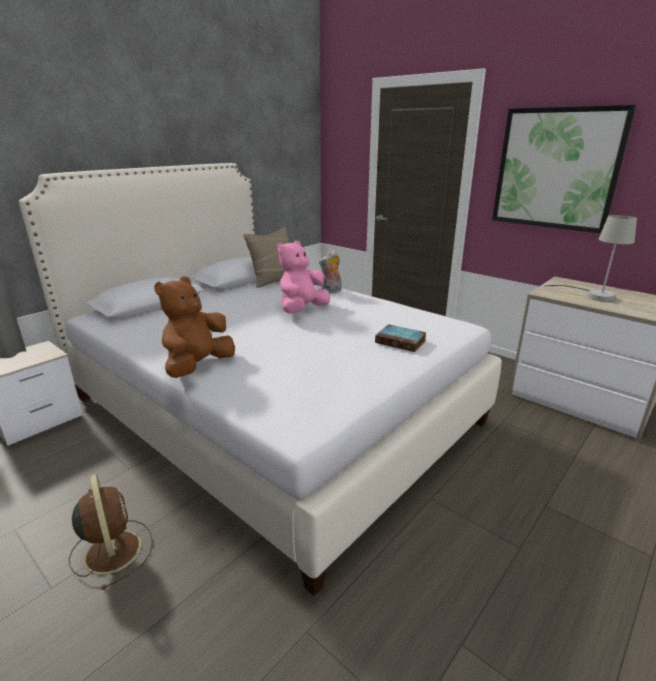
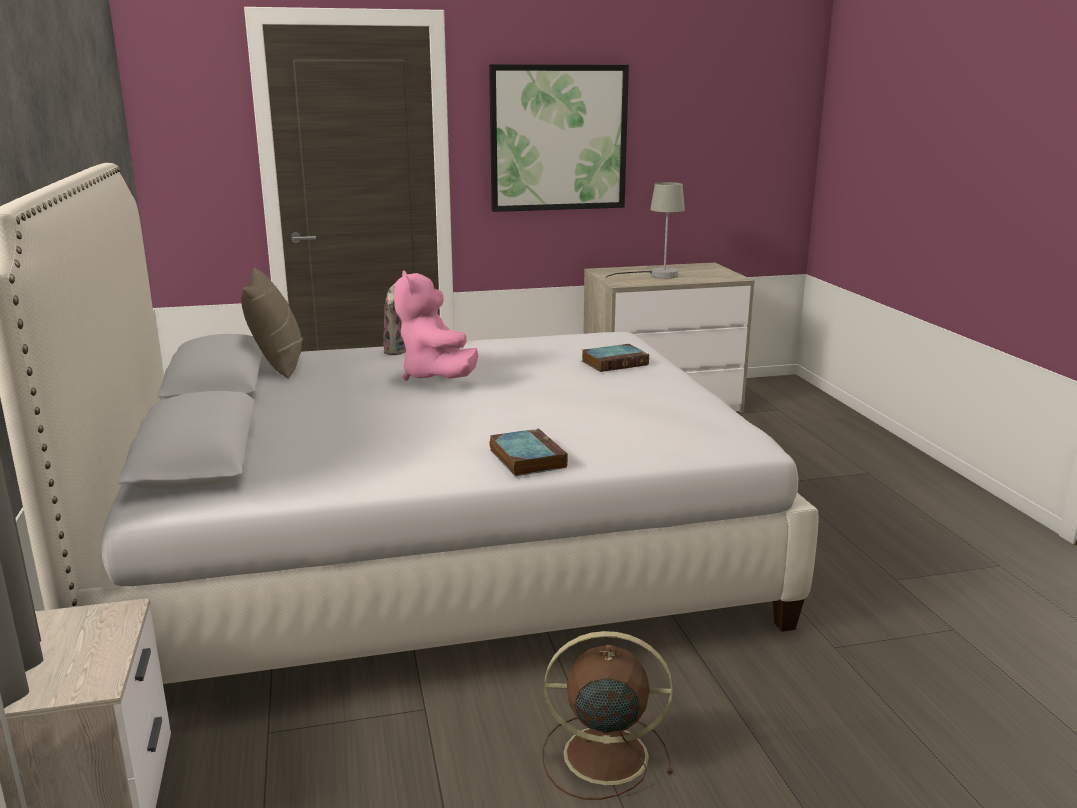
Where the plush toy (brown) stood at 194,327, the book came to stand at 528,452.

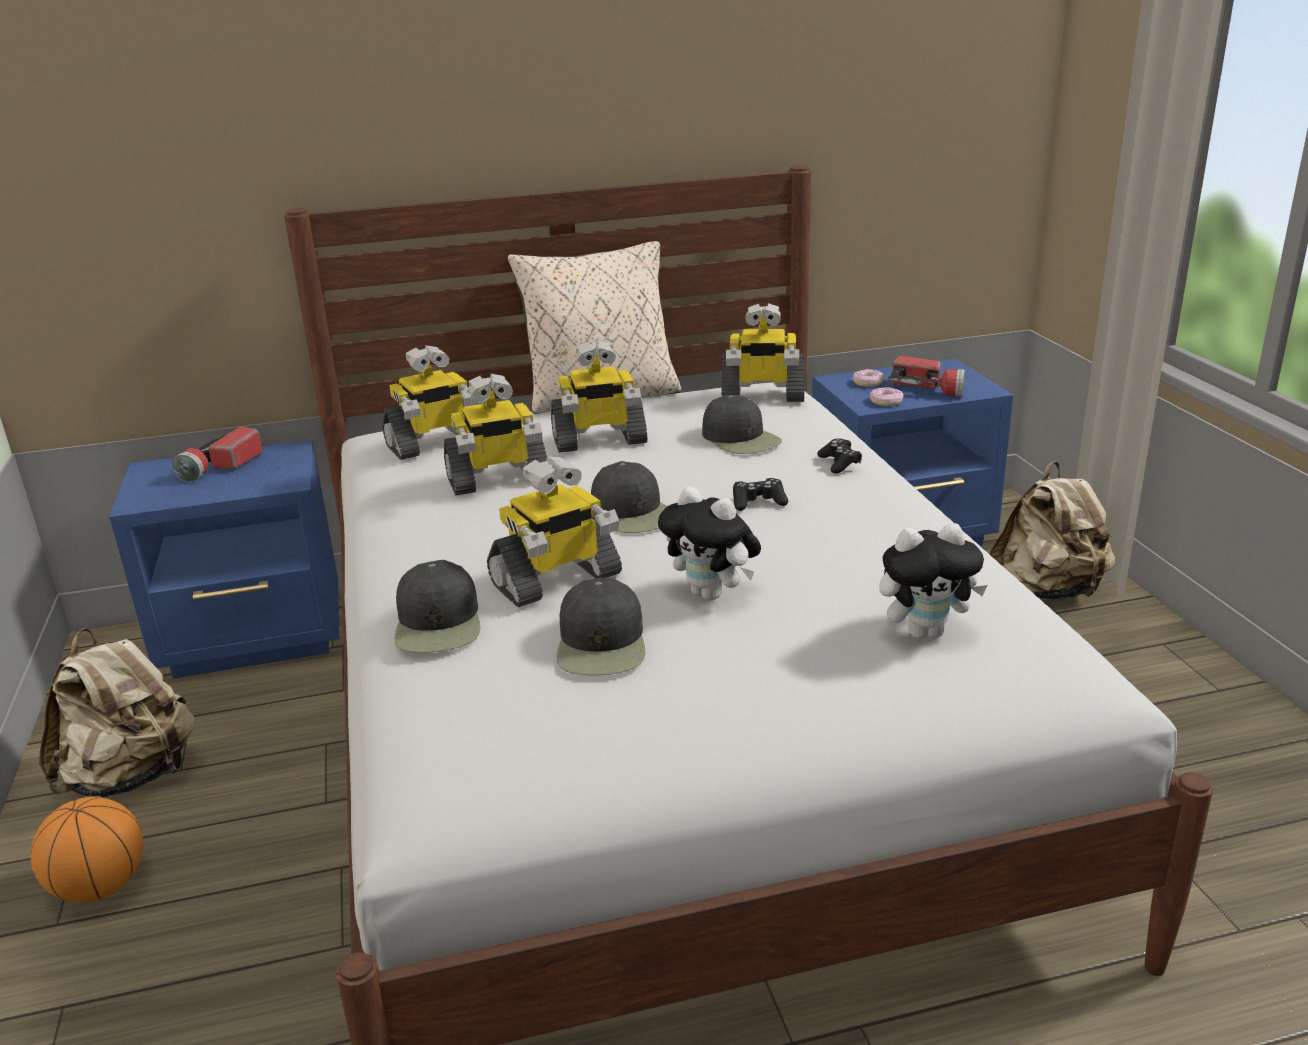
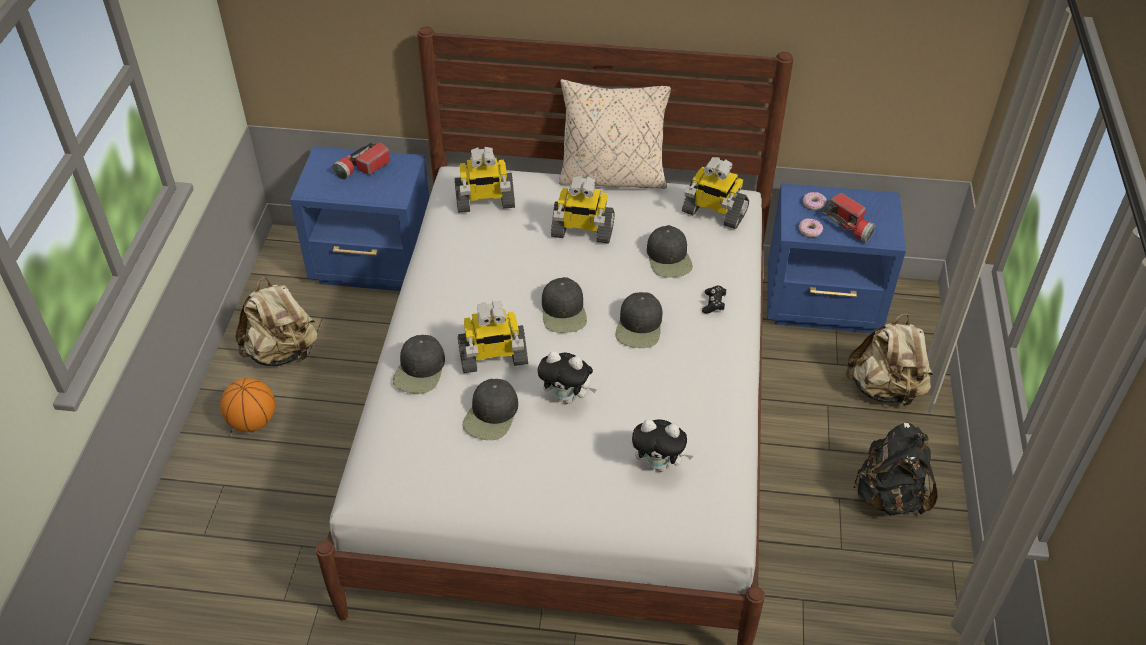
The plush toy at 709,543 ended up facing another way, 45 degrees counterclockwise from before. Where the game controller (black) stood at 760,494, the cap (black) came to stand at 639,320. The second view gained the backpack (black) at 895,469. The second view lost the toy robot at 495,435.

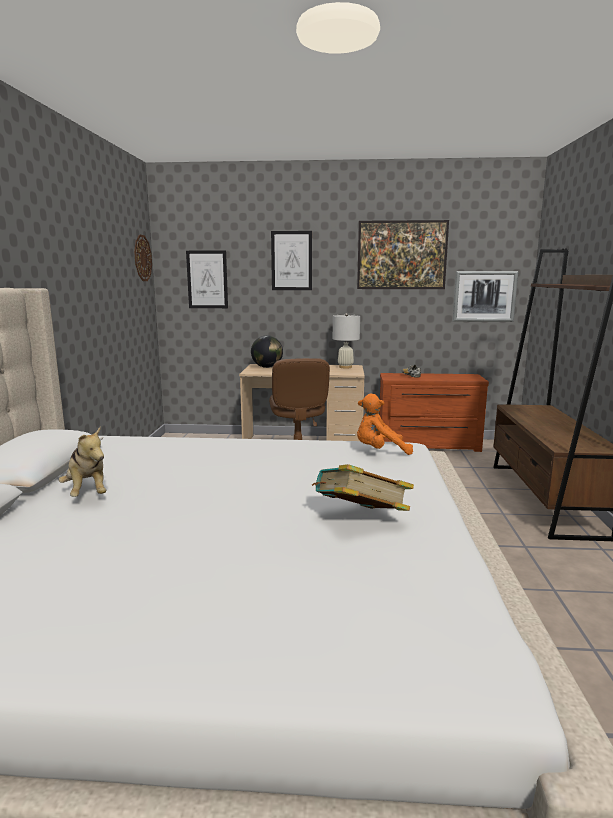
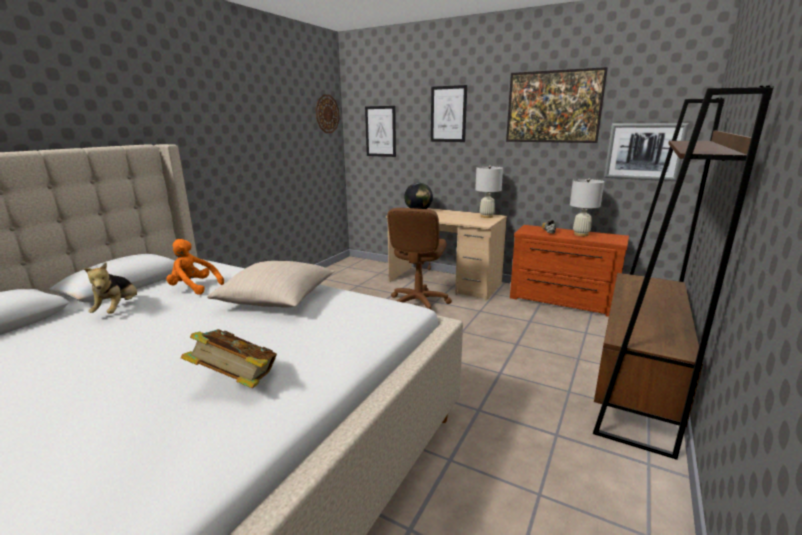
The plush toy (orange) ended up elsewhere, having gone from 385,424 to 195,267. The second view gained the pillow (beige) at 271,284. The second view gained the table lamp (white) at 587,207.

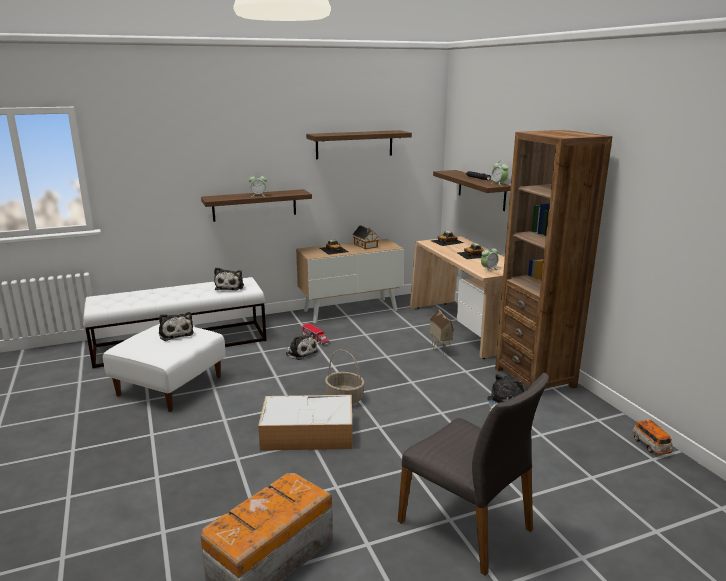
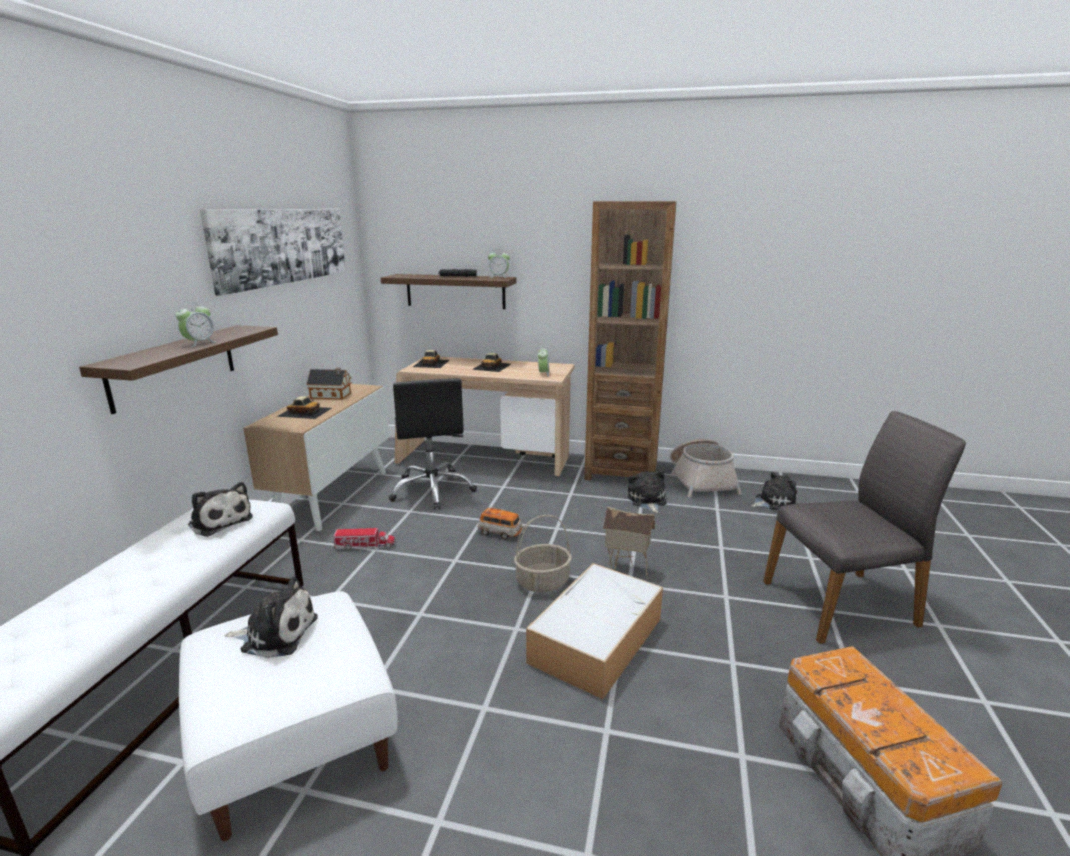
Where the shelf hung at 359,144, the picture came to hang at 273,252. The second view gained the office chair (black) at 432,444. The toy car ended up elsewhere, having gone from 652,436 to 499,523. The toy house ended up elsewhere, having gone from 441,333 to 629,541. The second view gained the basket at 706,468. The plush toy ended up elsewhere, having gone from 301,346 to 774,491.

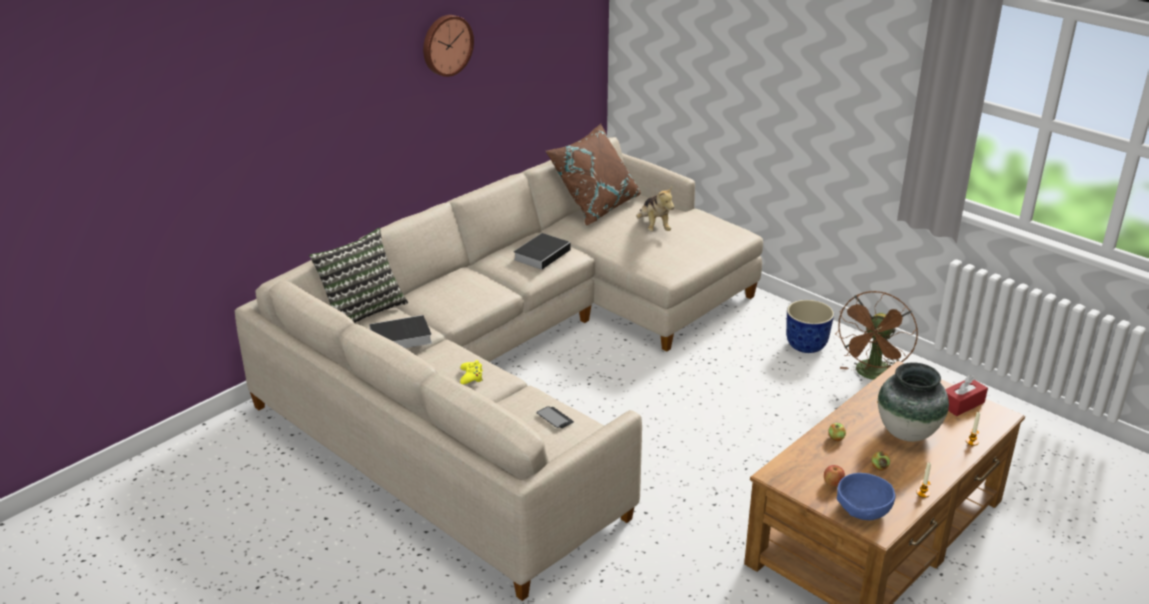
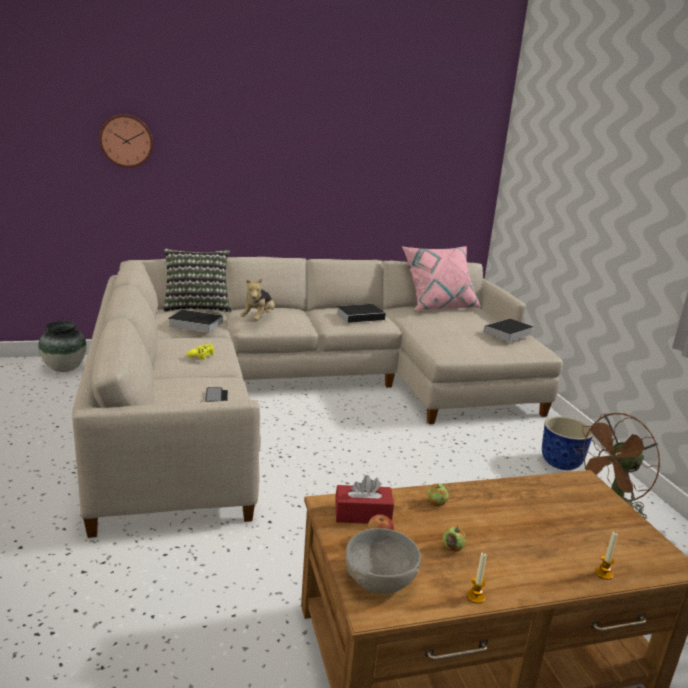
The vase ended up elsewhere, having gone from 913,402 to 62,346. The wall clock ended up elsewhere, having gone from 448,46 to 126,141. The plush toy ended up elsewhere, having gone from 655,209 to 257,299. The tissue box (red) ended up elsewhere, having gone from 966,395 to 364,499. What was the bowl (blue) at 866,496 turned into the bowl (grey) at 383,561. What was the pillow (brown) at 593,174 turned into the pillow (pink) at 442,278. The second view gained the book at 506,330.

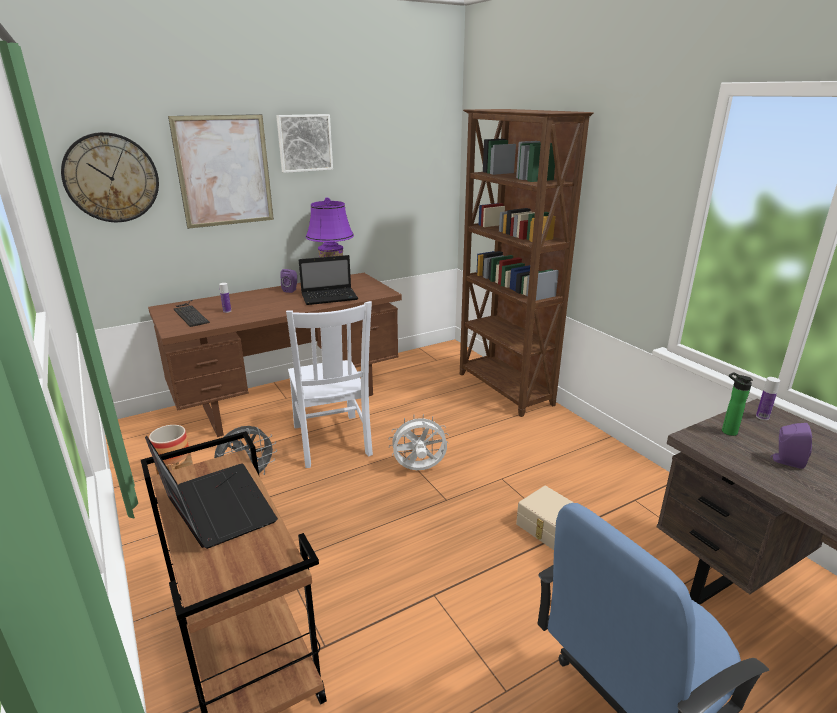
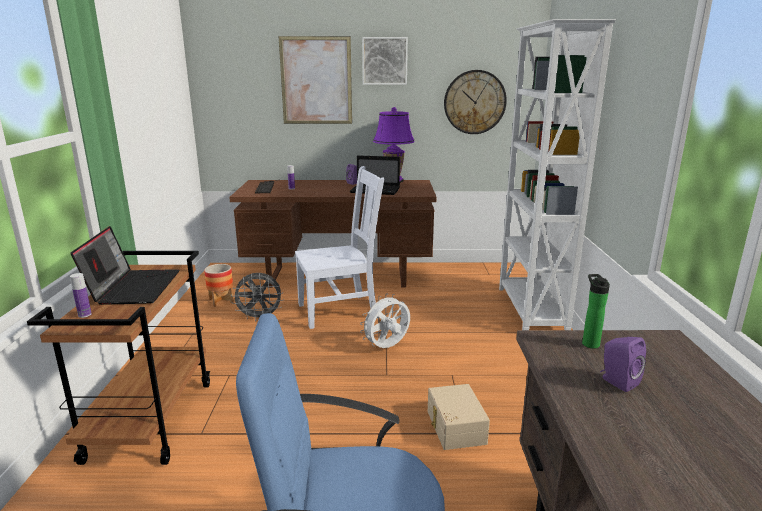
The bottle ended up elsewhere, having gone from 768,398 to 81,295. The chair (white) at 329,384 ended up facing another way, 120 degrees counterclockwise from before. The fan (white) at 419,442 ended up facing another way, 60 degrees counterclockwise from before. The wall clock ended up elsewhere, having gone from 110,177 to 475,102. What was the bookcase (brown) at 527,263 turned into the bookcase (white) at 557,174.

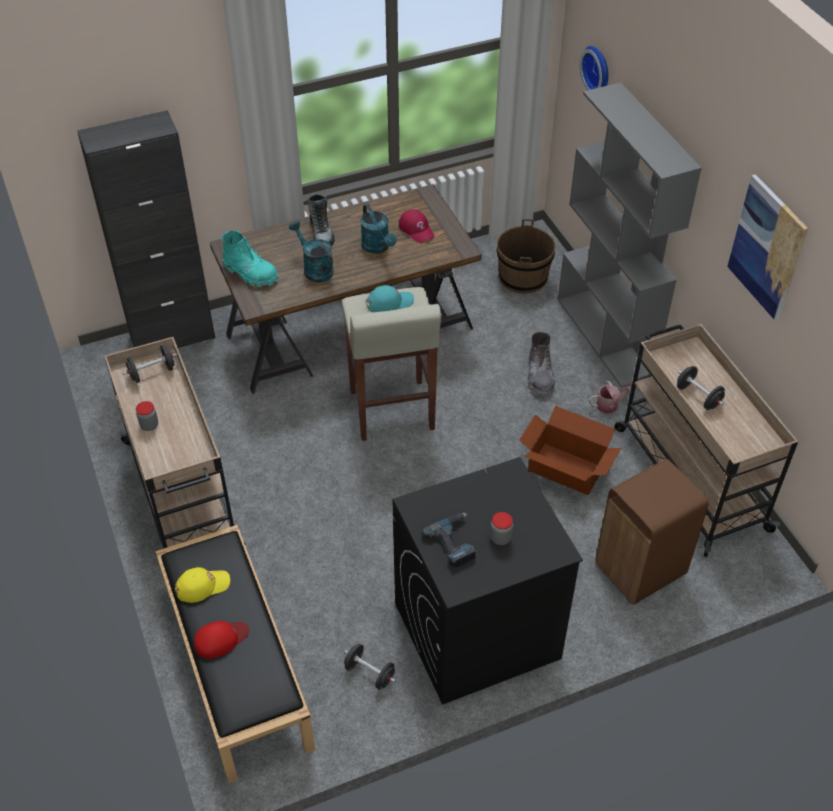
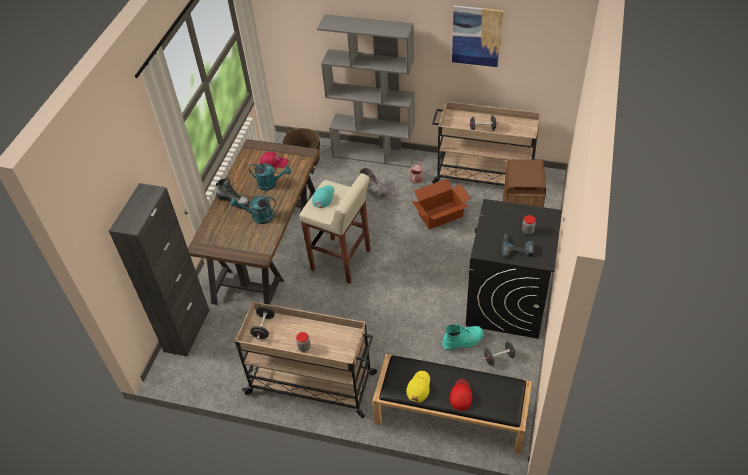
The boot (turquoise) ended up elsewhere, having gone from 250,259 to 463,337. The second view lost the wall clock at 594,68.

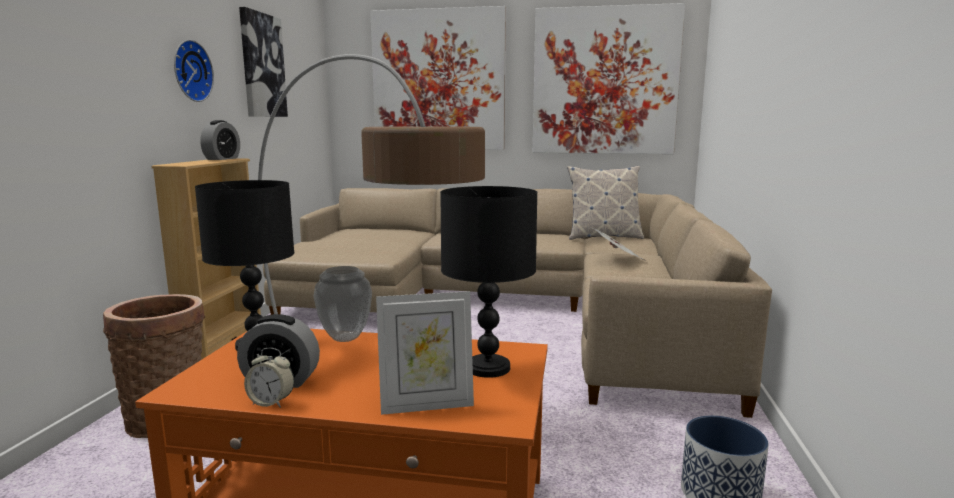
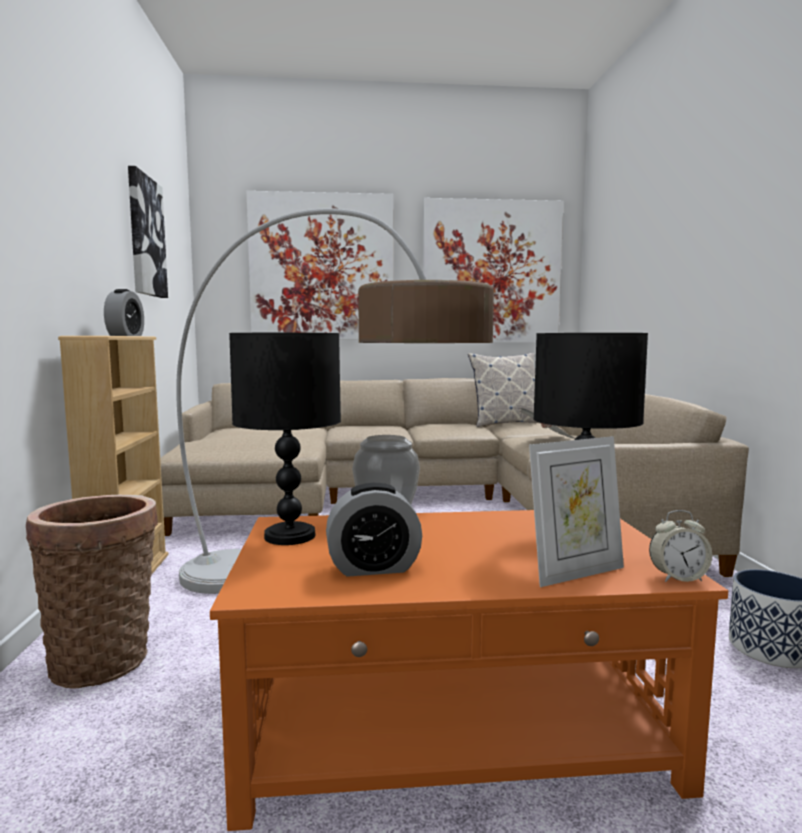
The alarm clock ended up elsewhere, having gone from 269,378 to 680,546. The second view lost the wall clock at 194,71.

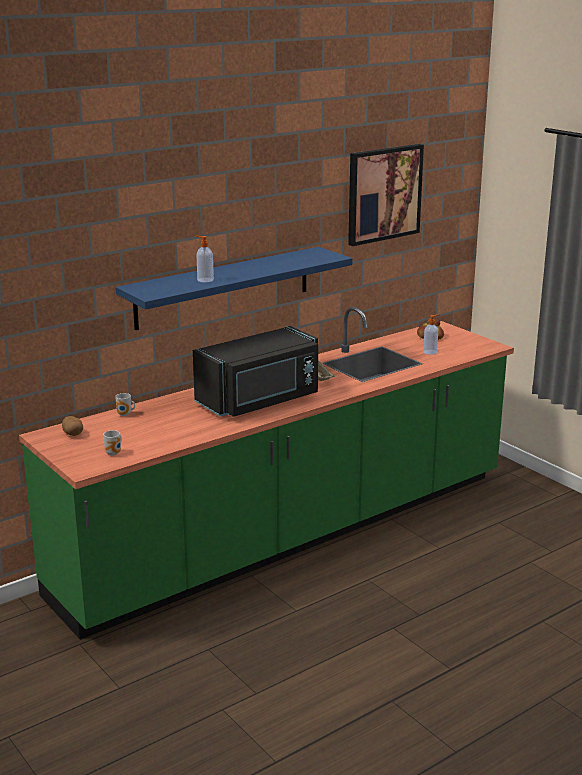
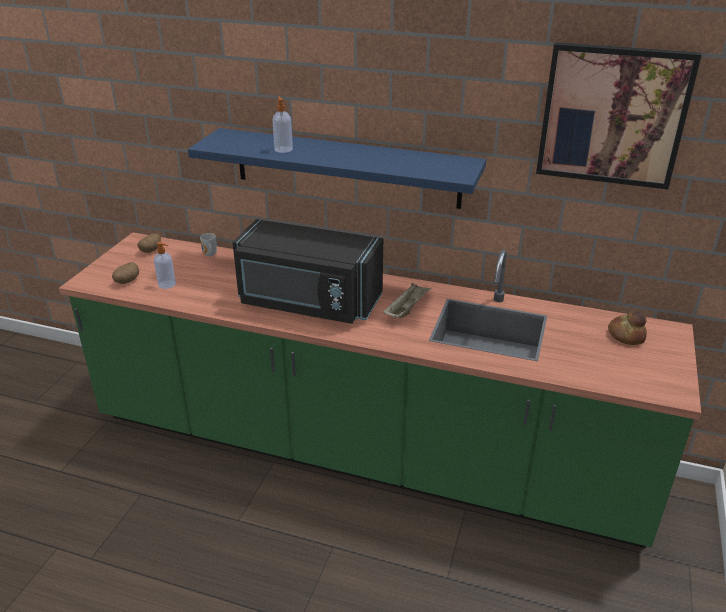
Where the mug stood at 112,443, the potato came to stand at 125,273. The soap dispenser ended up elsewhere, having gone from 431,335 to 165,265.

